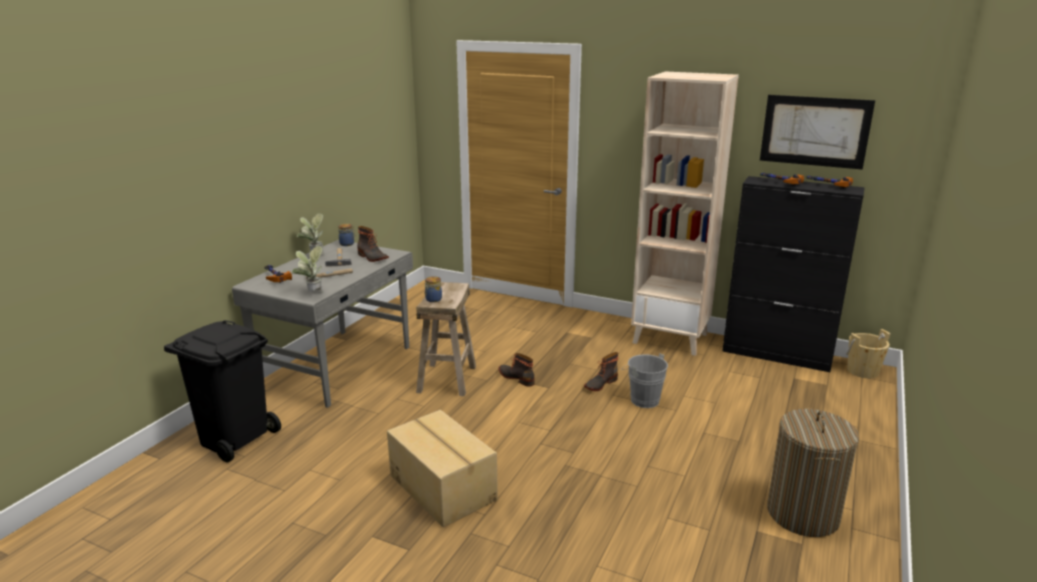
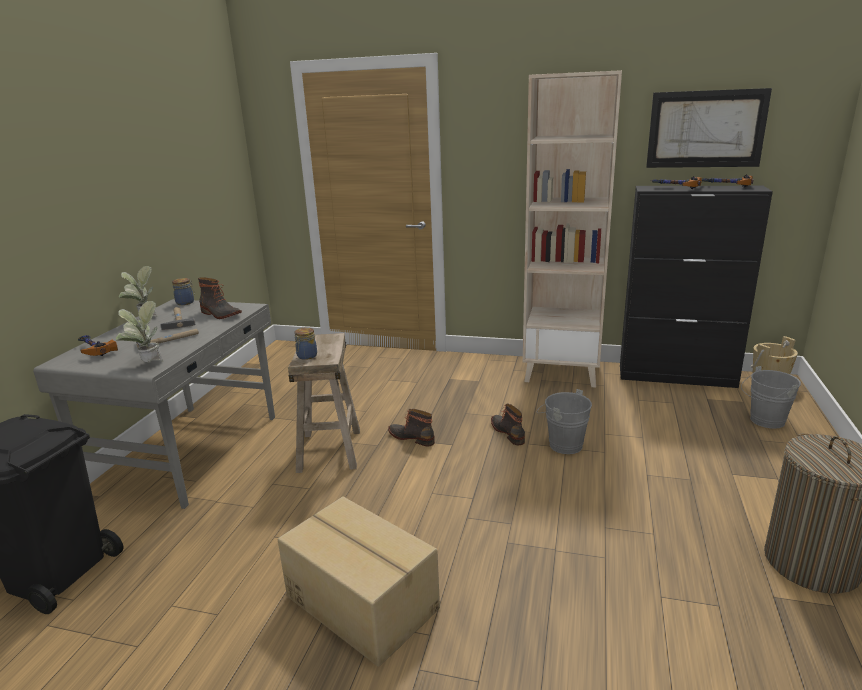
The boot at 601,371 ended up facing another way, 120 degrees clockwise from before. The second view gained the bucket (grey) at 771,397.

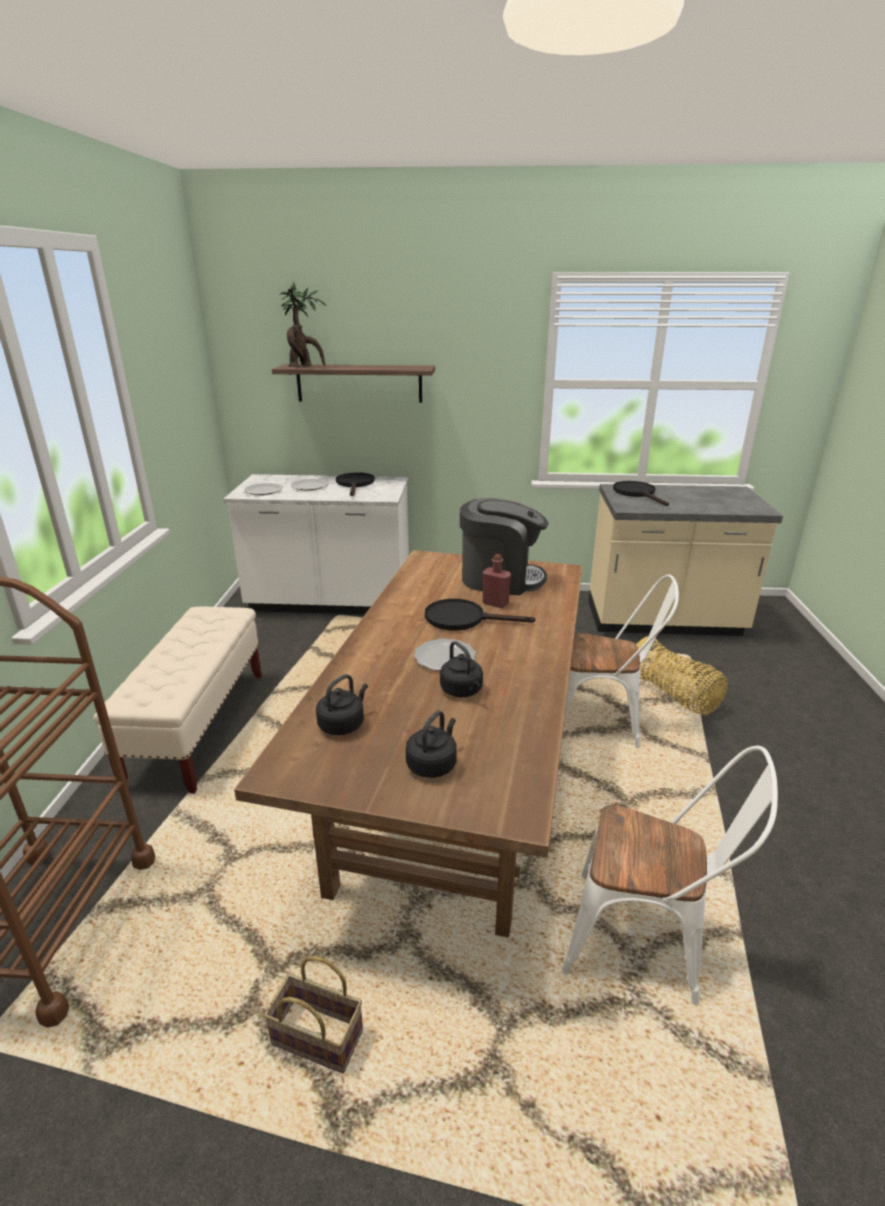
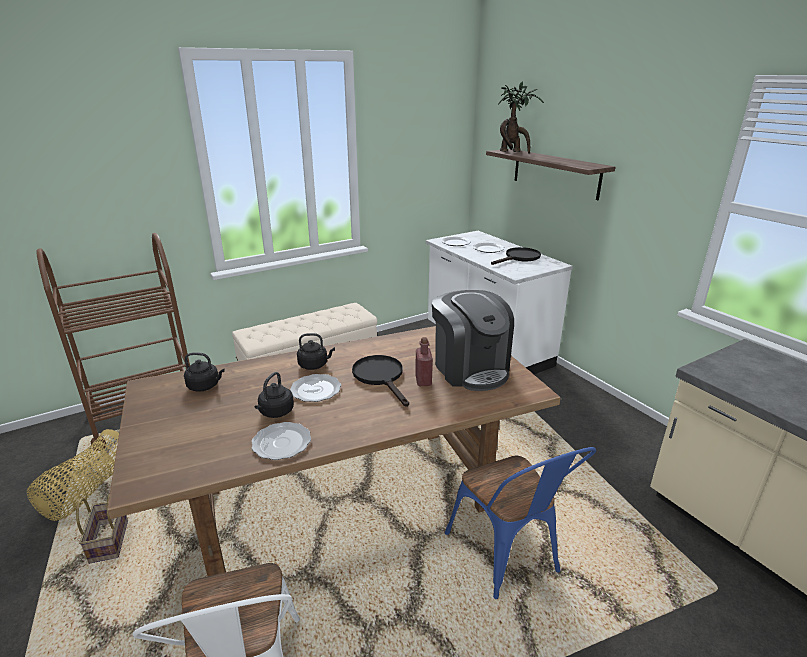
The basket ended up elsewhere, having gone from 682,675 to 73,475. The second view gained the plate at 281,441. The kettle (black) ended up elsewhere, having gone from 431,744 to 316,351. What was the chair (white) at 621,661 turned into the chair (blue) at 520,523. The second view lost the frying pan (black) at 641,493.

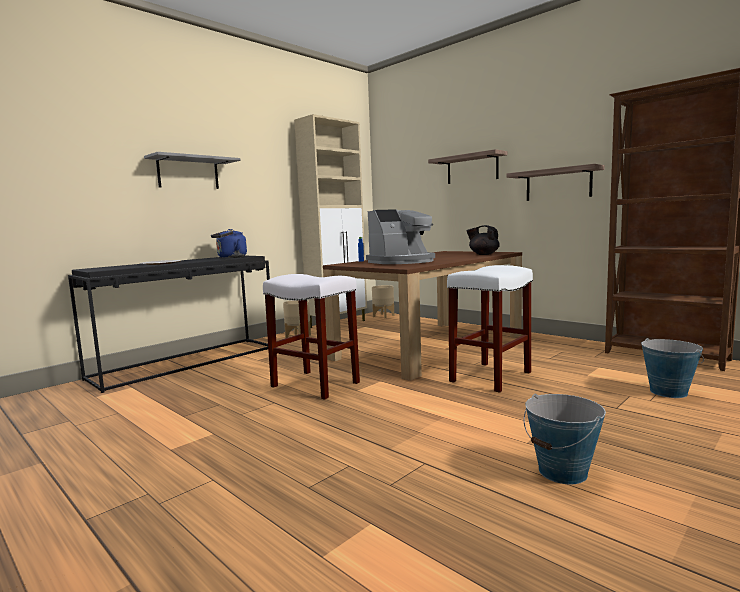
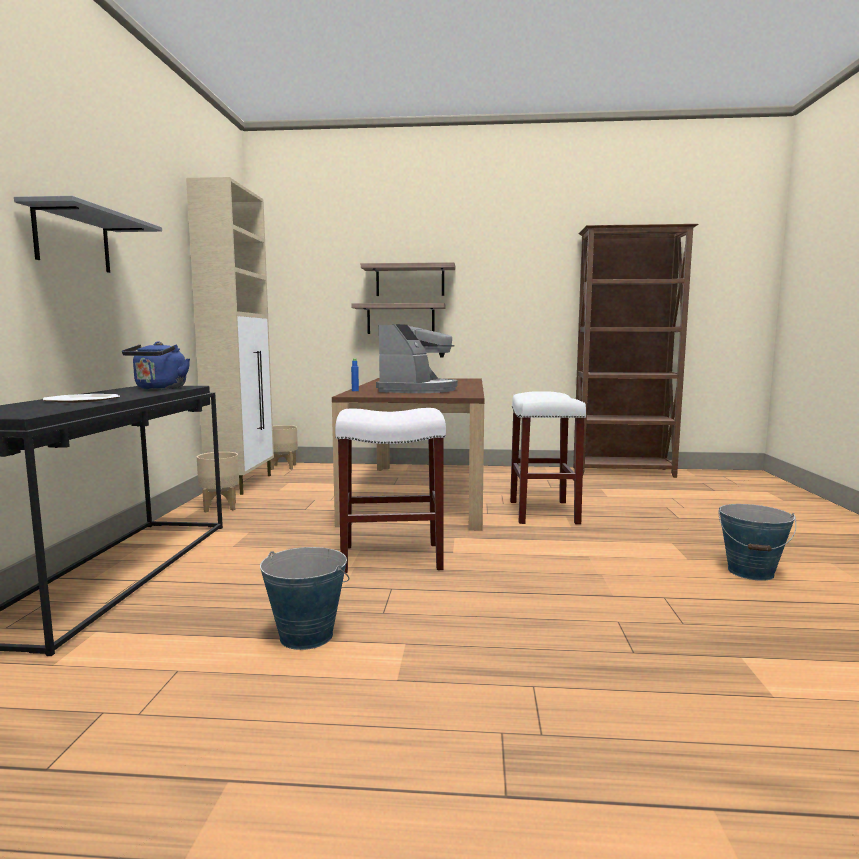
The bucket ended up elsewhere, having gone from 672,368 to 304,598. The shelf ended up elsewhere, having gone from 555,182 to 398,318. The second view lost the teapot (black) at 483,240.

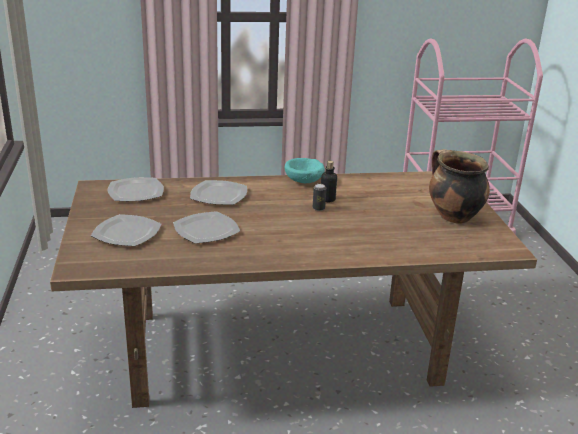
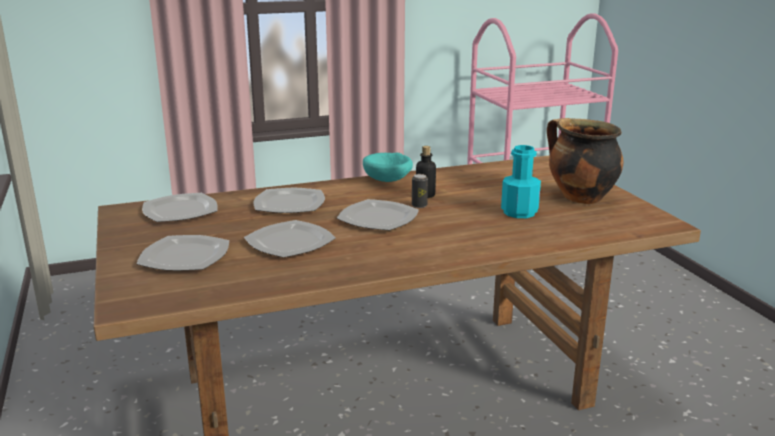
The second view gained the plate at 378,214. The second view gained the bottle (turquoise) at 521,181.

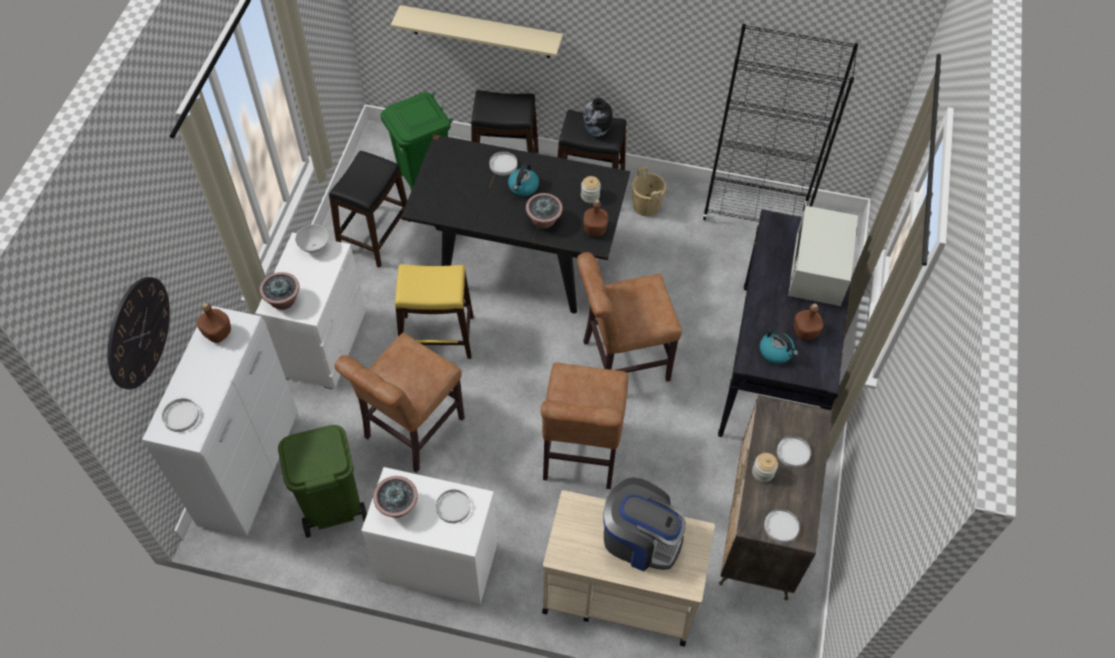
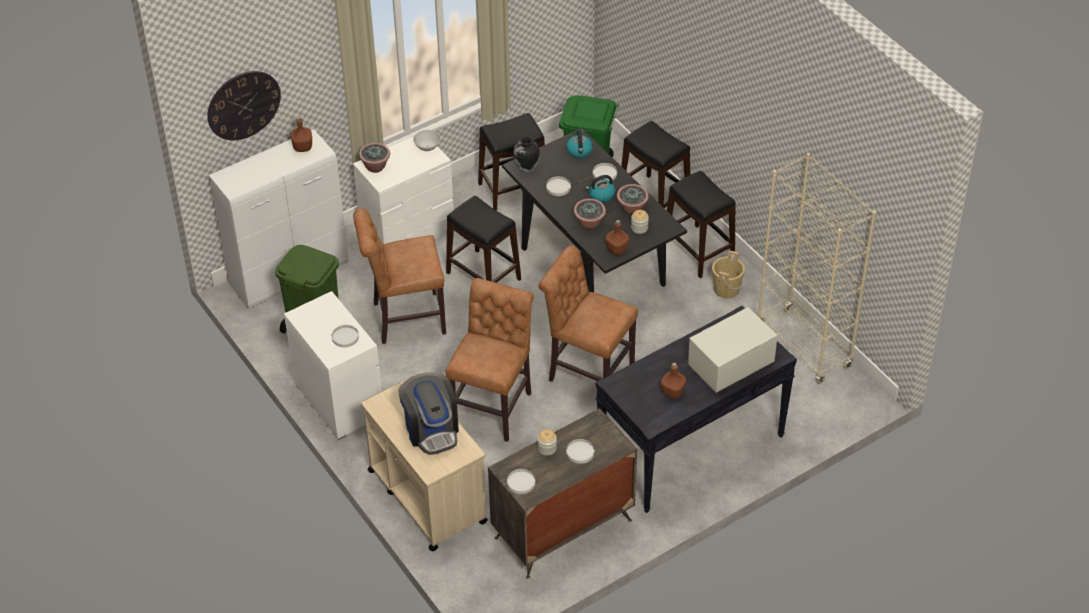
What was the stool (yellow) at 434,311 turned into the stool (black) at 483,239. The chair (brown) at 584,426 ended up facing another way, 150 degrees clockwise from before. The vase ended up elsewhere, having gone from 597,117 to 527,155. The plate (white) ended up elsewhere, having gone from 180,415 to 558,186. The kettle ended up elsewhere, having gone from 779,346 to 579,143. The potted plant ended up elsewhere, having gone from 395,497 to 633,199. What was the bookcase (black) at 780,123 turned into the bookcase (beige) at 817,268. The second view lost the shelf (beige) at 477,31.

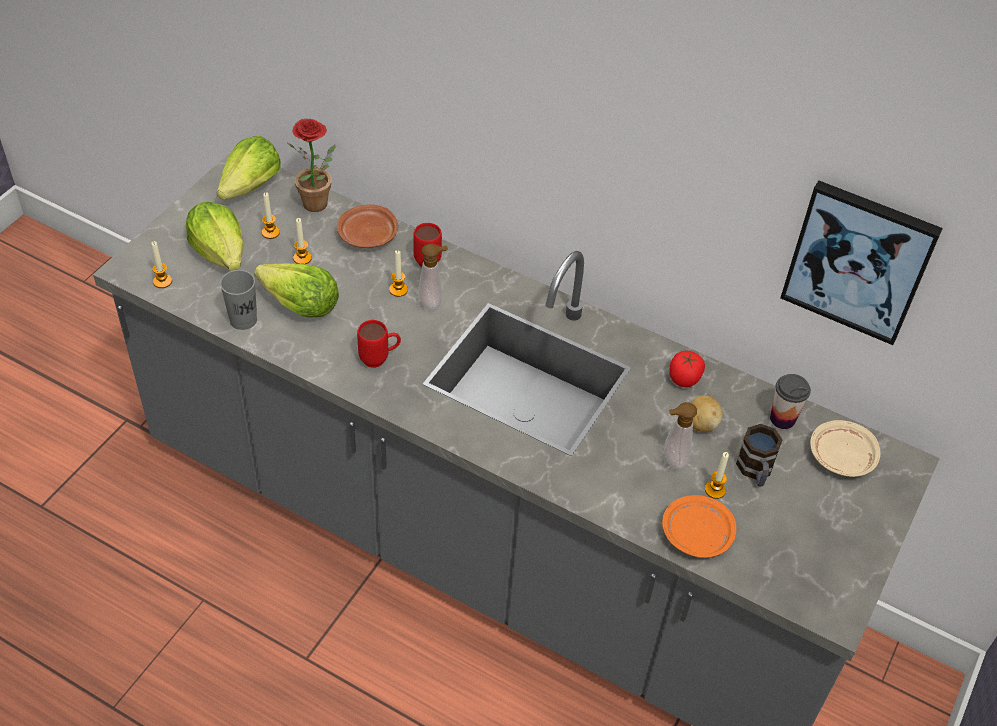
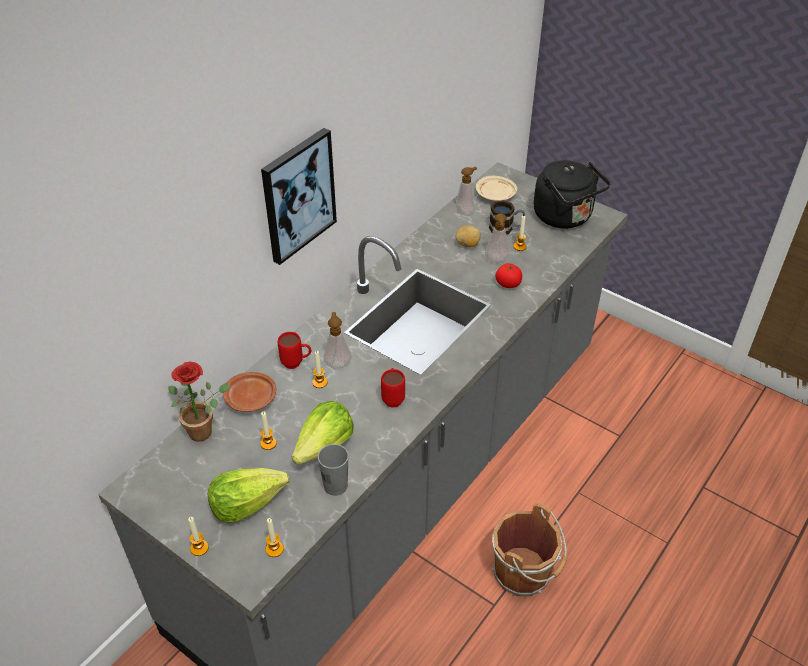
The candle ended up elsewhere, having gone from 271,215 to 198,536. The picture ended up elsewhere, having gone from 862,262 to 299,196. Where the cup stood at 790,401, the soap dispenser came to stand at 466,191. The second view gained the bucket (brown) at 530,549. The tomato ended up elsewhere, having gone from 687,369 to 509,275. The second view gained the kettle (black) at 572,194. The second view lost the lettuce at 249,168. The second view lost the plate (orange) at 699,526.

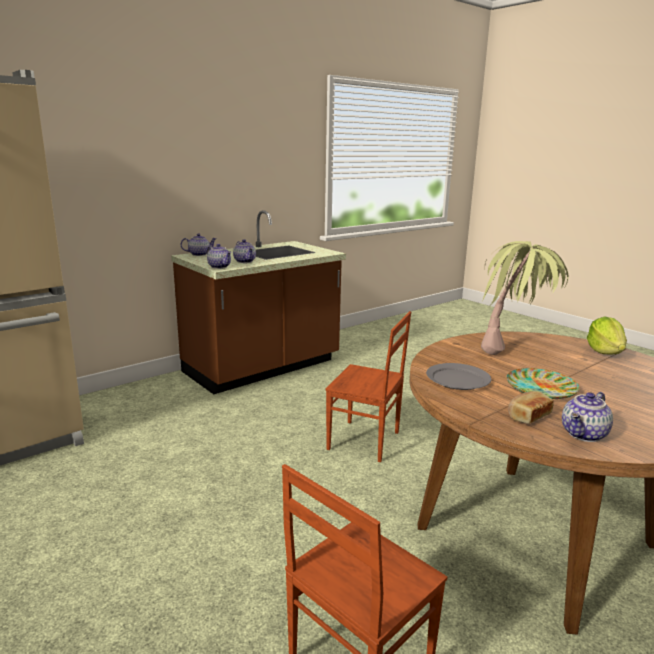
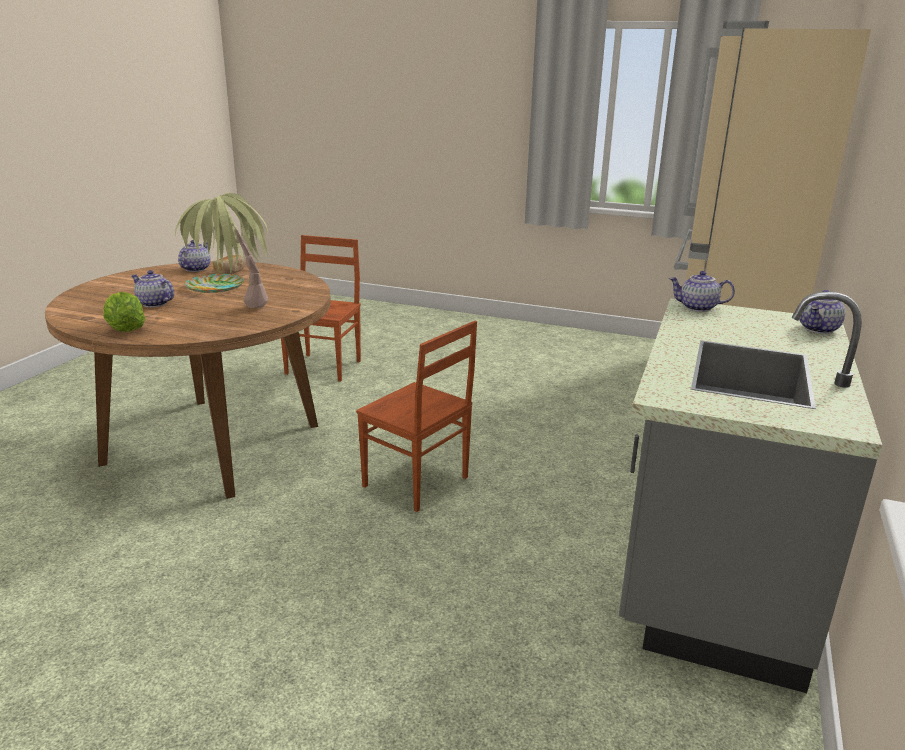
The teapot ended up elsewhere, having gone from 244,251 to 152,288. The chair (brown) at 368,386 ended up facing another way, 135 degrees counterclockwise from before. What was the counter (brown) at 258,302 turned into the counter (grey) at 750,492. The second view lost the plate (grey) at 458,376.

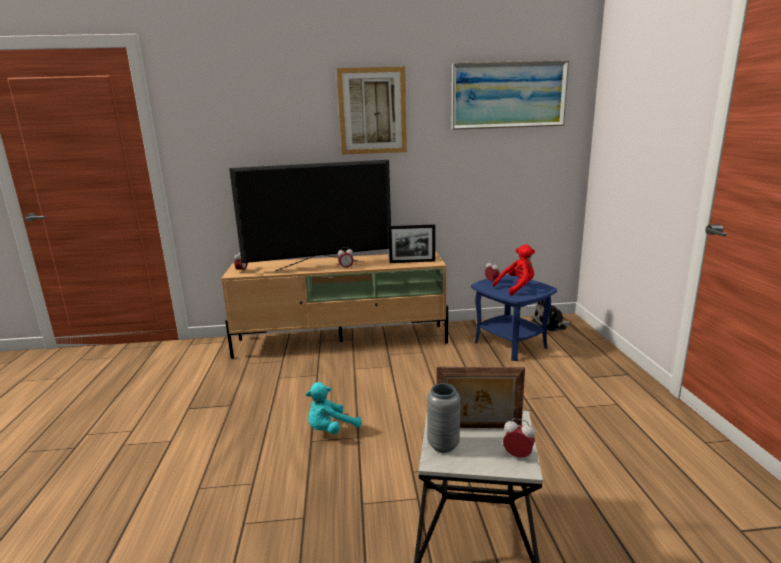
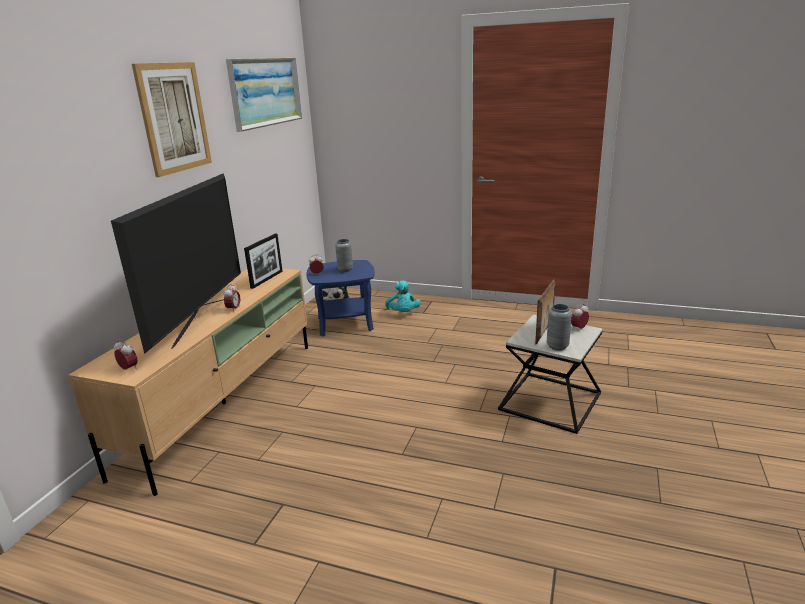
Where the plush toy (red) stood at 514,269, the vase (grey) came to stand at 344,255. The plush toy (turquoise) ended up elsewhere, having gone from 334,408 to 403,296.

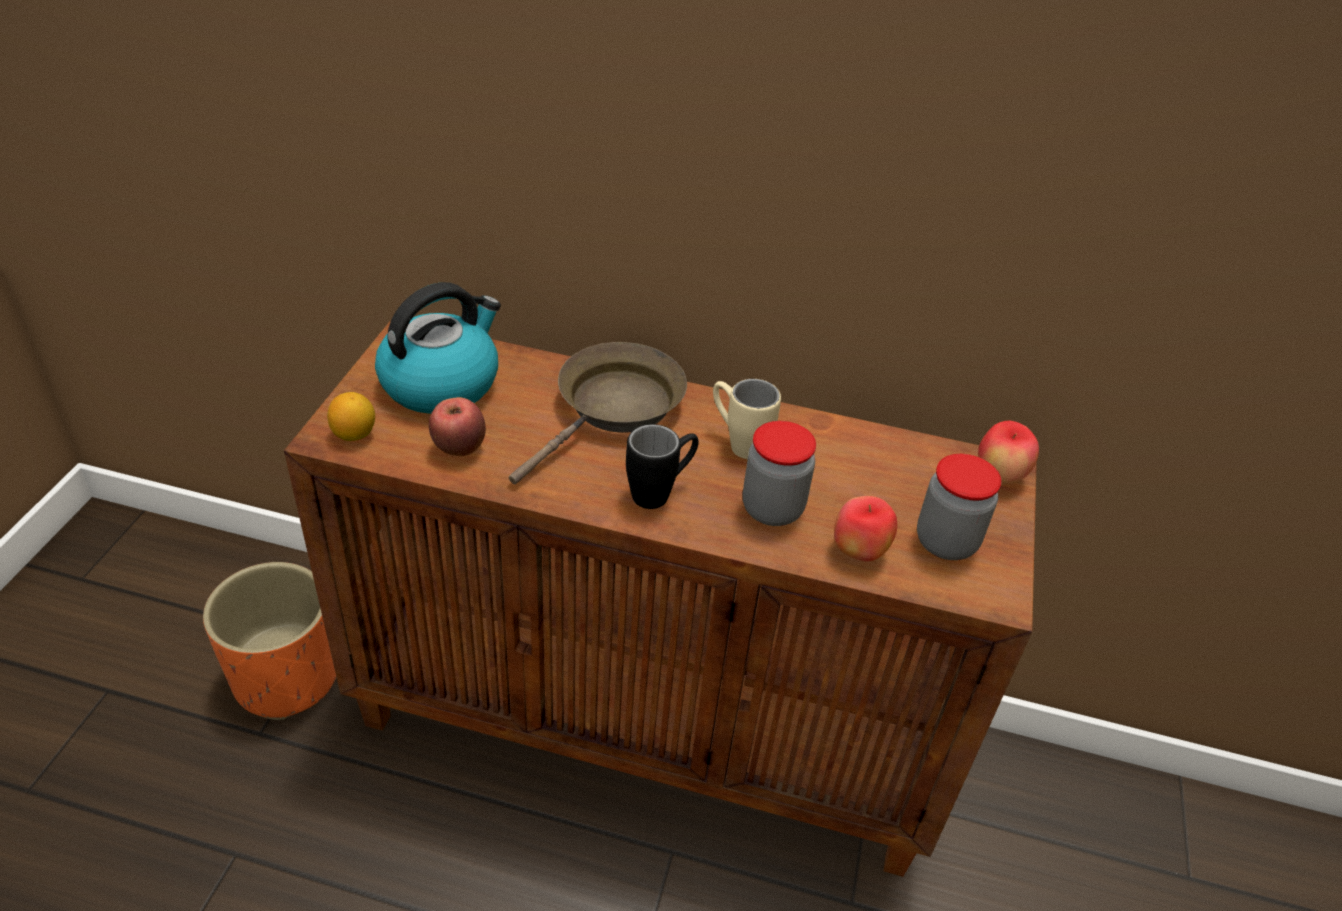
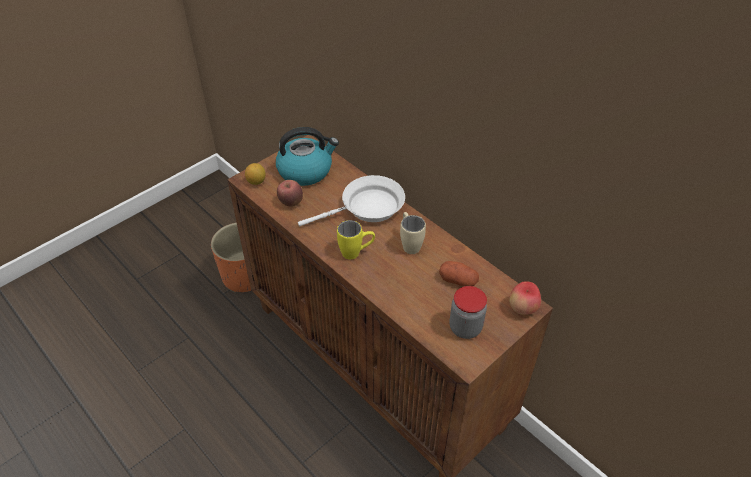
What was the frying pan (brown) at 598,413 turned into the frying pan (white) at 351,201. What was the mug (black) at 662,466 turned into the mug (yellow) at 356,239. The second view gained the potato at 459,273. The second view lost the jar at 779,473. The second view lost the apple at 865,528.

